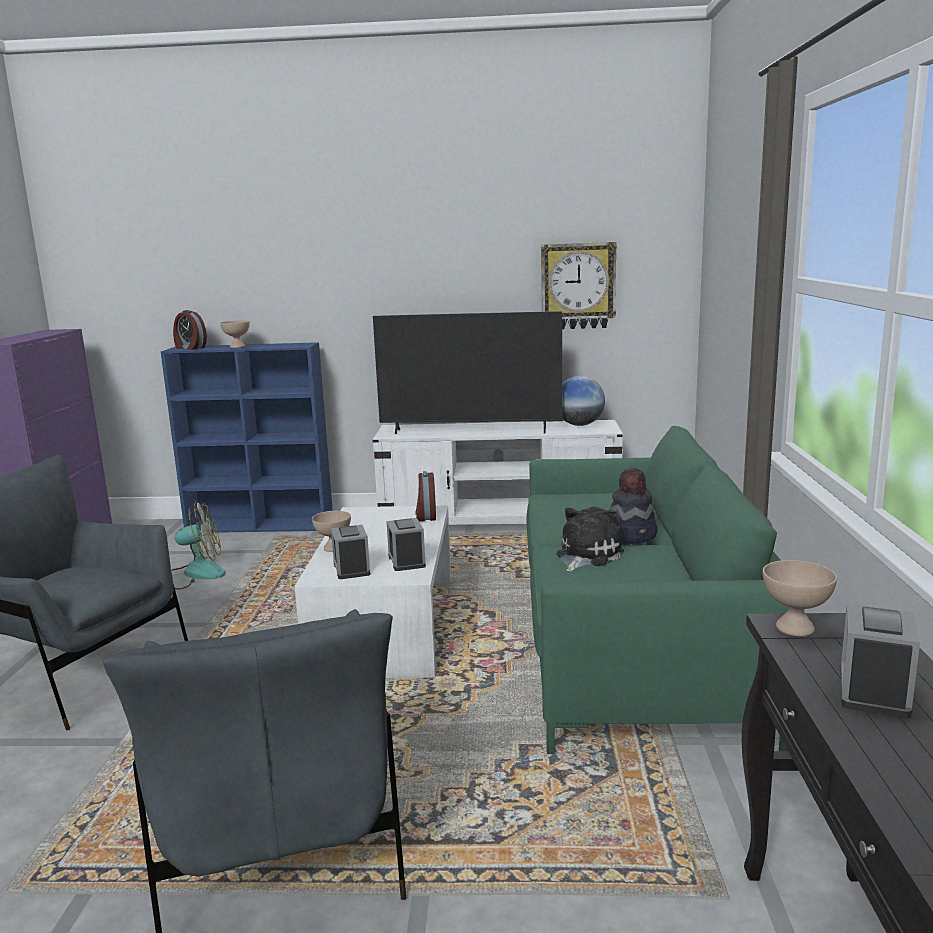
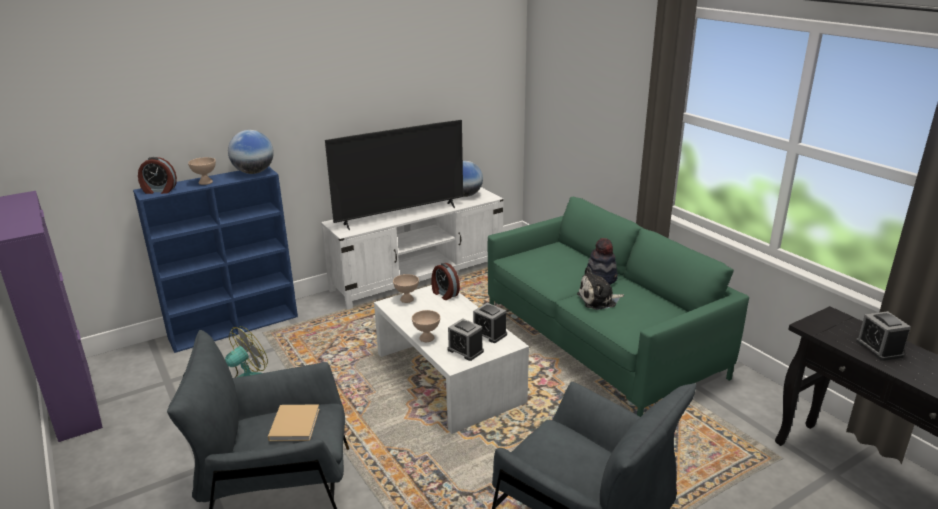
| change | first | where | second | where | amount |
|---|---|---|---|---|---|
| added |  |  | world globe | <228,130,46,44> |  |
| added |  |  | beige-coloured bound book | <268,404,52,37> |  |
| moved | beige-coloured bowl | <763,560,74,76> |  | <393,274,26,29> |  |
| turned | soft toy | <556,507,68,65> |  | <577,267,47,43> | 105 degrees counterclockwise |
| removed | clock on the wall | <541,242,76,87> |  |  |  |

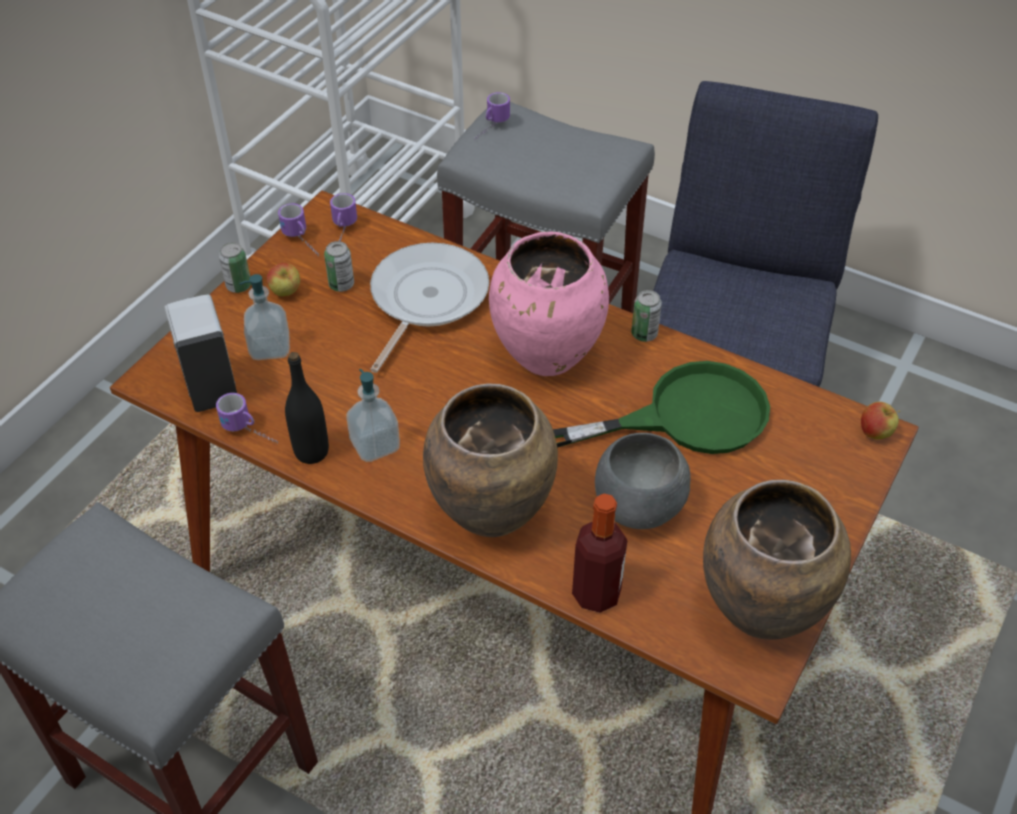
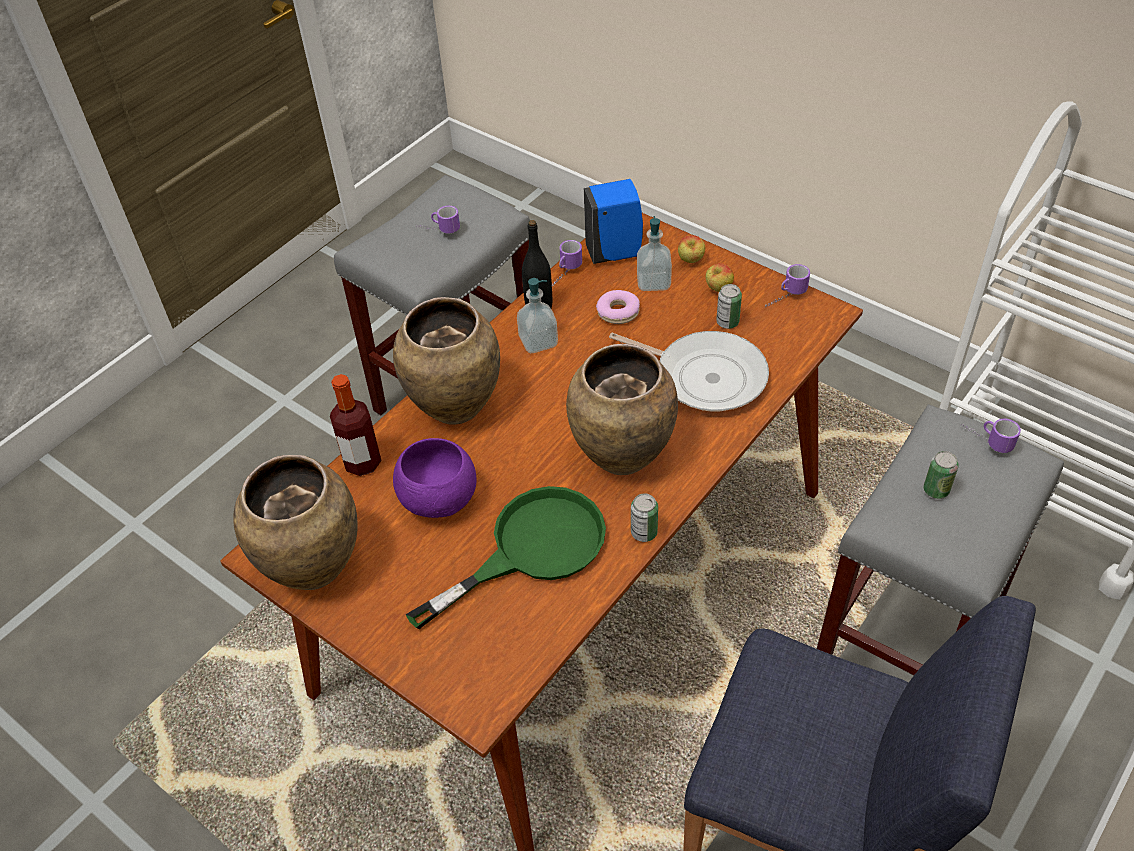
| change | first | where | second | where | amount |
|---|---|---|---|---|---|
| recoloured | grey bowl | <595,433,96,96> | purple bowl | <393,438,84,80> |  |
| turned | green skillet | <553,361,217,93> |  | <405,486,201,143> | 120 degrees counterclockwise |
| moved | tea mug | <330,193,27,48> |  | <416,206,44,28> |  |
| recoloured | pink flower vase | <489,231,120,145> | brown-coloured flower vase | <566,344,112,131> |  |
| recoloured | whitish soap bottle | <164,294,73,118> | blue soap bottle | <584,179,59,85> |  |
| added |  |  | ring doughnut | <596,290,44,34> |  |
| moved | apple | <861,402,39,38> |  | <678,235,27,28> |  |
| moved | can | <219,242,32,51> |  | <923,451,36,48> |  |

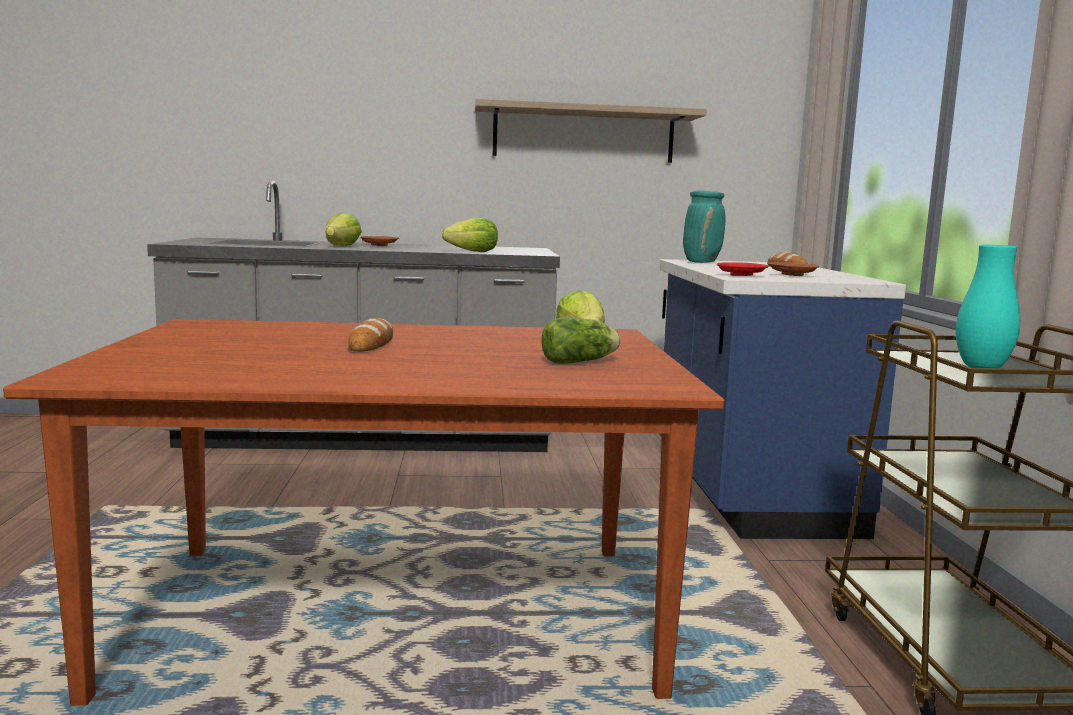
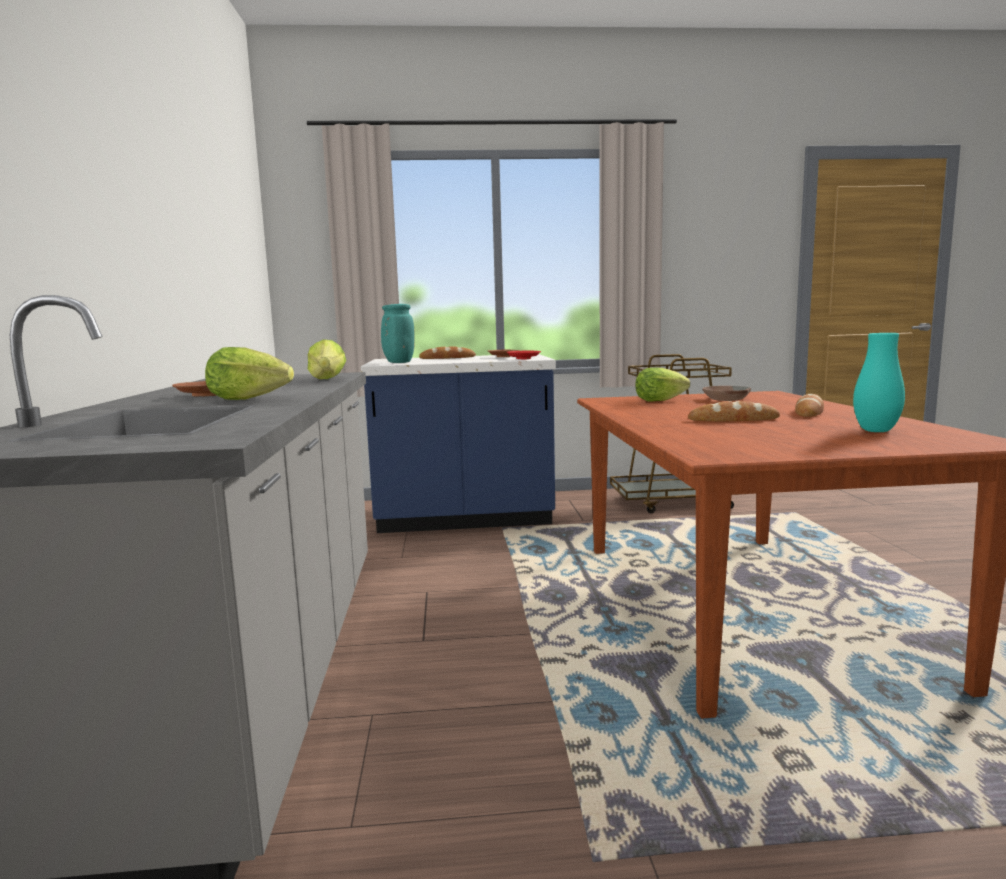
| change | first | where | second | where | amount |
|---|---|---|---|---|---|
| replaced | head of lettuce | <542,318,79,46> | brown-coloured bowl | <702,386,49,15> |  |
| added |  |  | baked bread | <795,394,29,23> |  |
| moved | turquoise flower vase | <956,244,64,124> |  | <853,333,52,99> |  |
| removed | wall shelf | <475,99,232,64> |  |  |  |

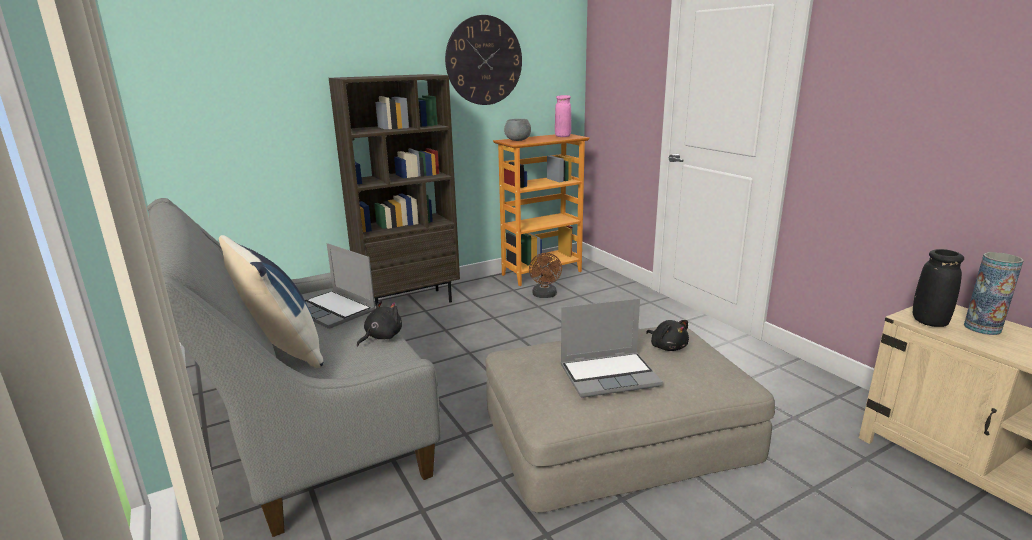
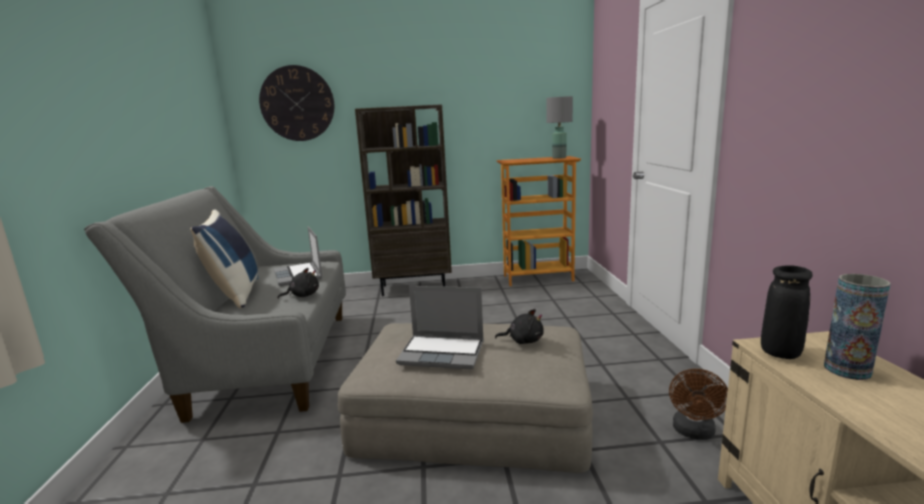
| change | first | where | second | where | amount |
|---|---|---|---|---|---|
| moved | clock on the wall | <445,15,77,90> |  | <259,65,75,76> |  |
| turned | blackish soft toy | <646,320,43,31> |  | <495,309,49,35> | 75 degrees counterclockwise |
| replaced | pink flower vase | <555,95,16,42> | grey lamp for a table | <546,96,27,63> |  |
| moved | brown-coloured fan | <529,253,33,45> |  | <669,369,59,71> |  |
| removed | grey bowl | <504,119,27,22> |  |  |  |

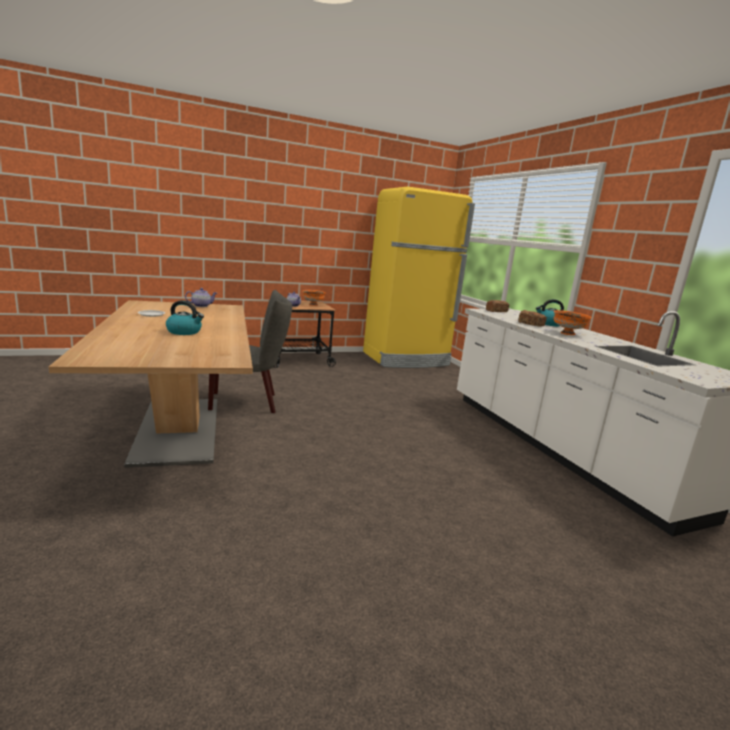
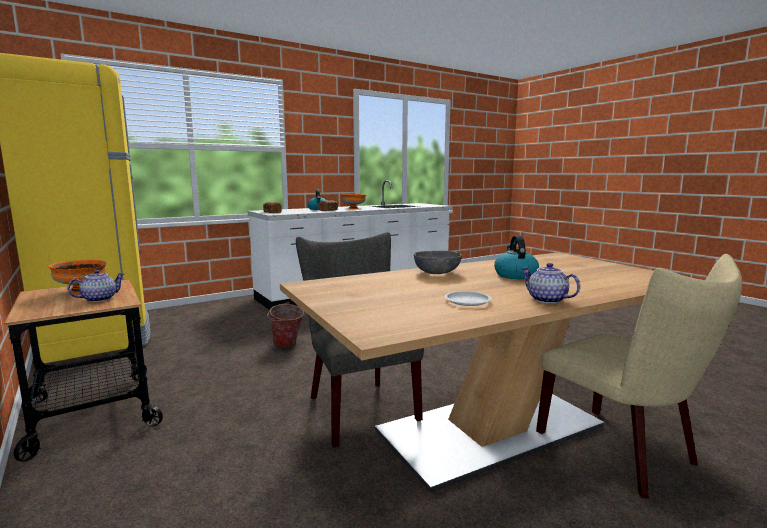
| change | first | where | second | where | amount |
|---|---|---|---|---|---|
| added |  |  | pail | <267,302,37,45> |  |
| added |  |  | grey bowl | <414,251,48,23> |  |
| moved | tea pot | <185,288,32,19> |  | <521,263,59,41> |  |
| added |  |  | beige-coloured upright chair | <536,254,206,244> |  |

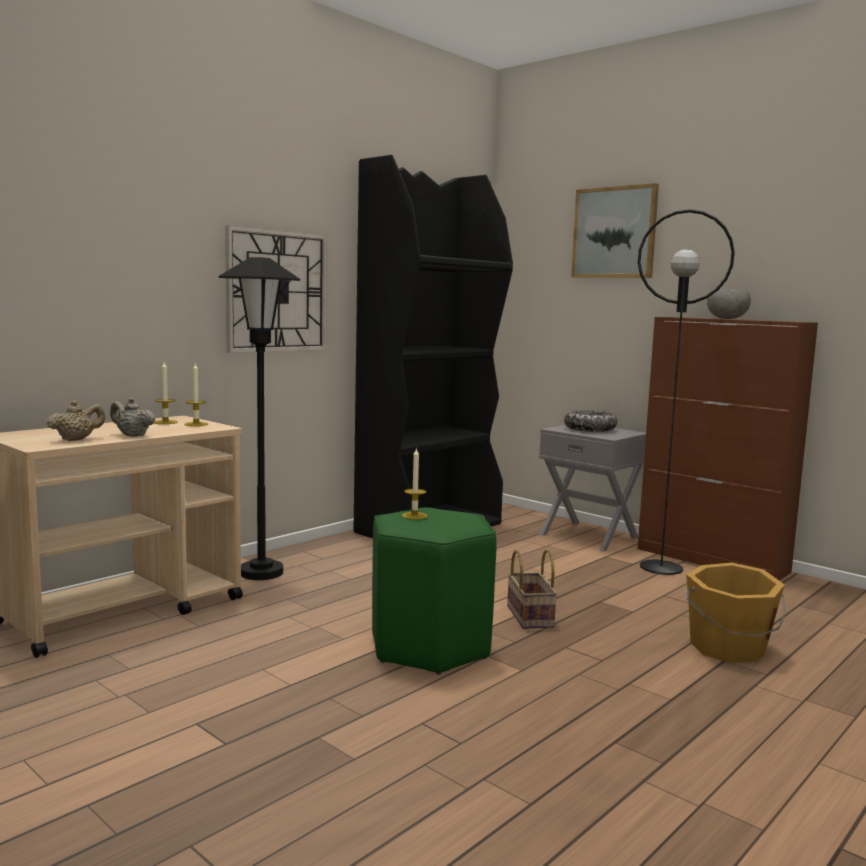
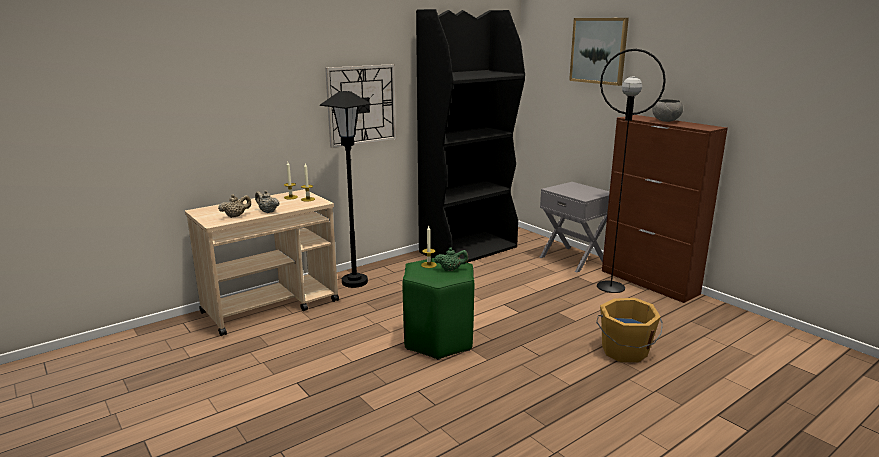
| change | first | where | second | where | amount |
|---|---|---|---|---|---|
| added |  |  | green tea pot | <434,247,34,24> |  |
| removed | household basket | <507,549,51,80> |  |  |  |
| removed | bowl | <564,410,53,22> |  |  |  |

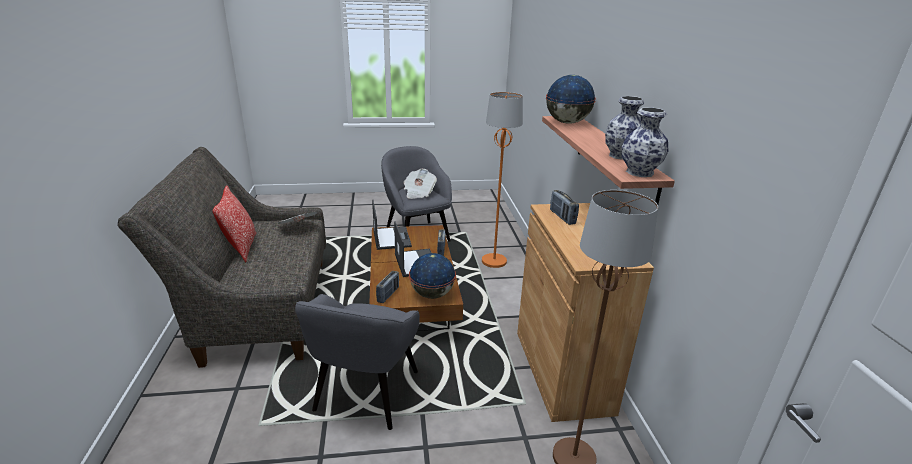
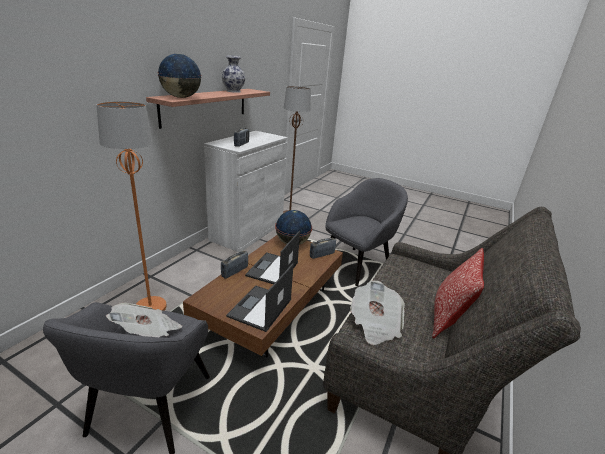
| change | first | where | second | where | amount |
|---|---|---|---|---|---|
| recoloured | brown-coloured cupboard | <517,203,137,219> | whitish cupboard | <204,131,84,121> |  |
| removed | flower vase | <622,107,47,70> |  |  |  |

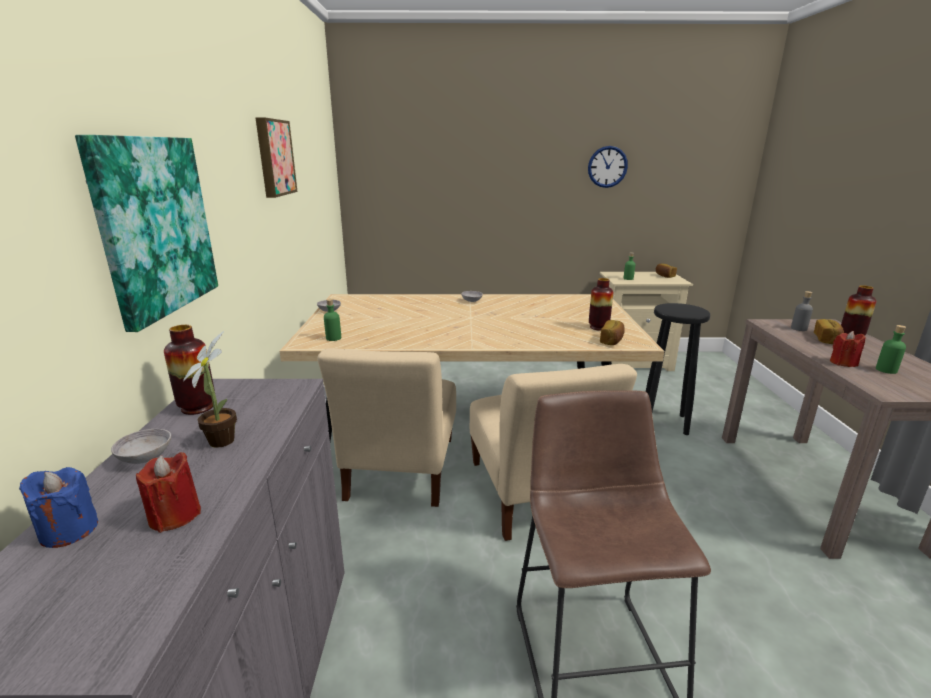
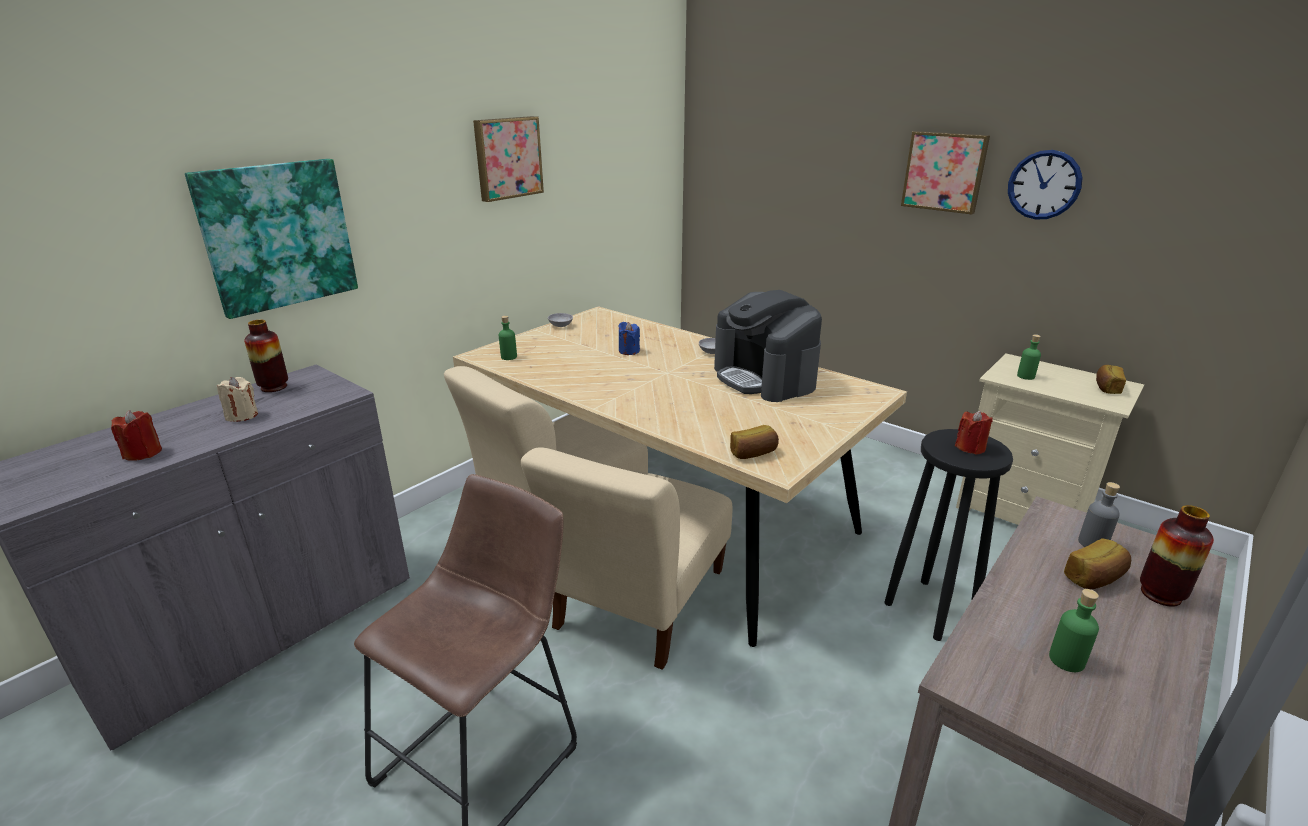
| change | first | where | second | where | amount |
|---|---|---|---|---|---|
| replaced | houseplant | <183,331,54,117> | beige-coloured wax candle | <217,377,41,45> |  |
| moved | blue wax candle | <19,467,79,81> |  | <618,322,22,33> |  |
| added |  |  | coffee maker | <714,290,108,112> |  |
| added |  |  | picture | <901,131,89,84> |  |
| moved | red-coloured wax candle | <830,331,36,36> |  | <955,411,38,44> |  |
| removed | grey bowl | <111,429,60,35> |  |  |  |
| removed | flower vase | <589,278,24,53> |  |  |  |

